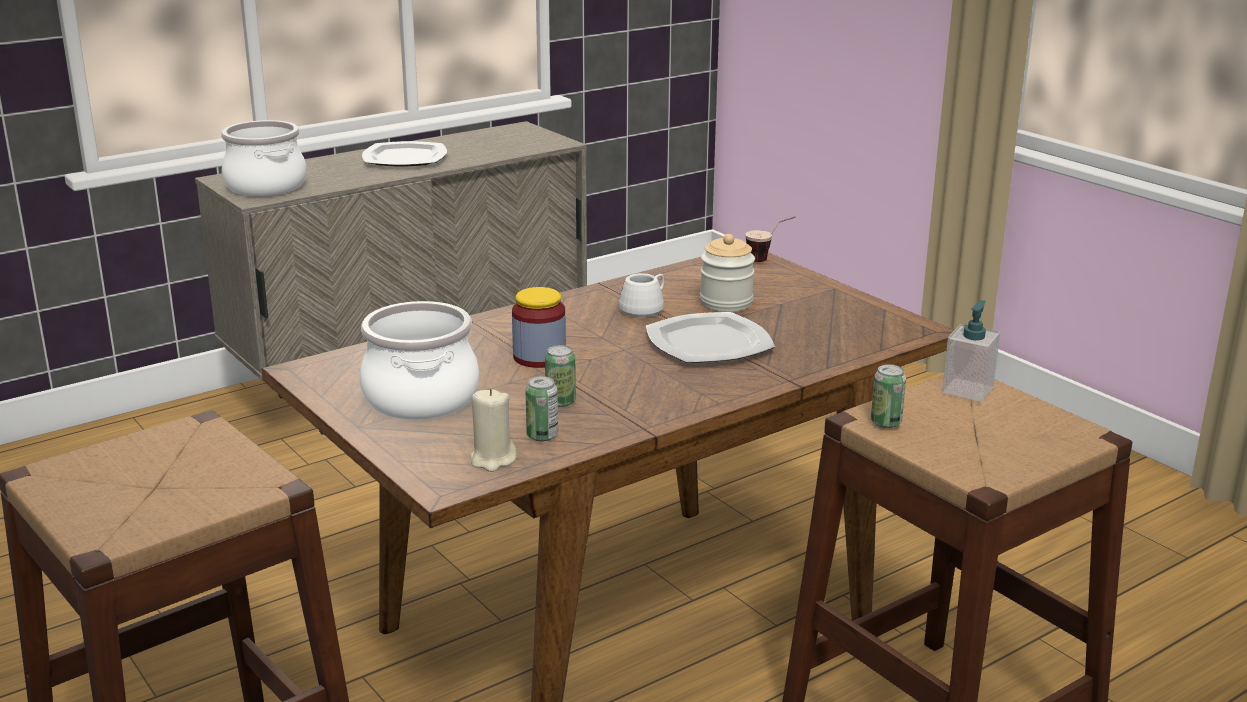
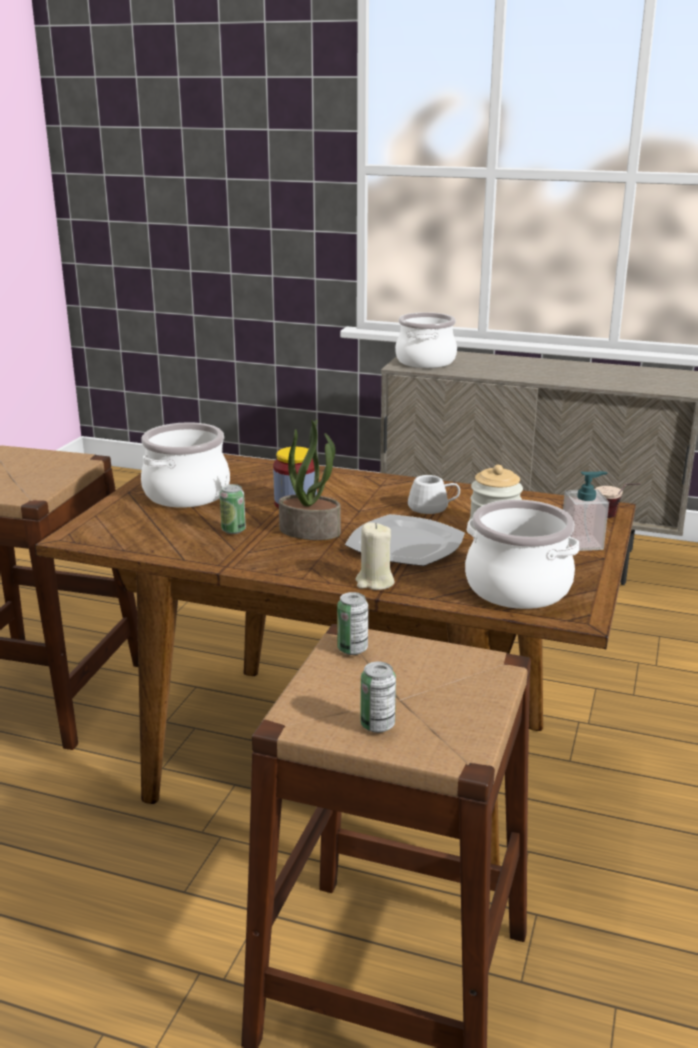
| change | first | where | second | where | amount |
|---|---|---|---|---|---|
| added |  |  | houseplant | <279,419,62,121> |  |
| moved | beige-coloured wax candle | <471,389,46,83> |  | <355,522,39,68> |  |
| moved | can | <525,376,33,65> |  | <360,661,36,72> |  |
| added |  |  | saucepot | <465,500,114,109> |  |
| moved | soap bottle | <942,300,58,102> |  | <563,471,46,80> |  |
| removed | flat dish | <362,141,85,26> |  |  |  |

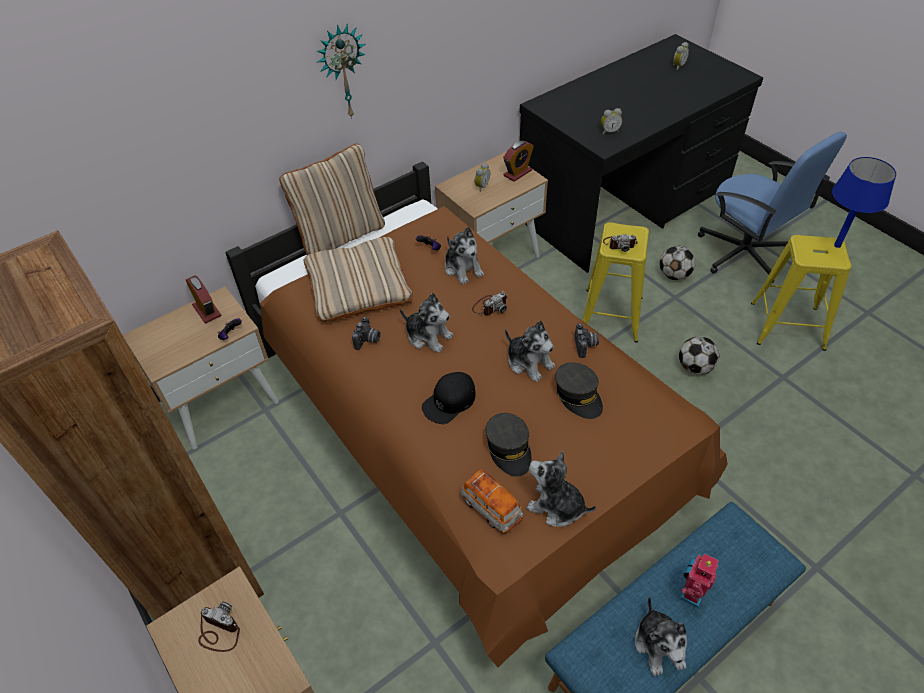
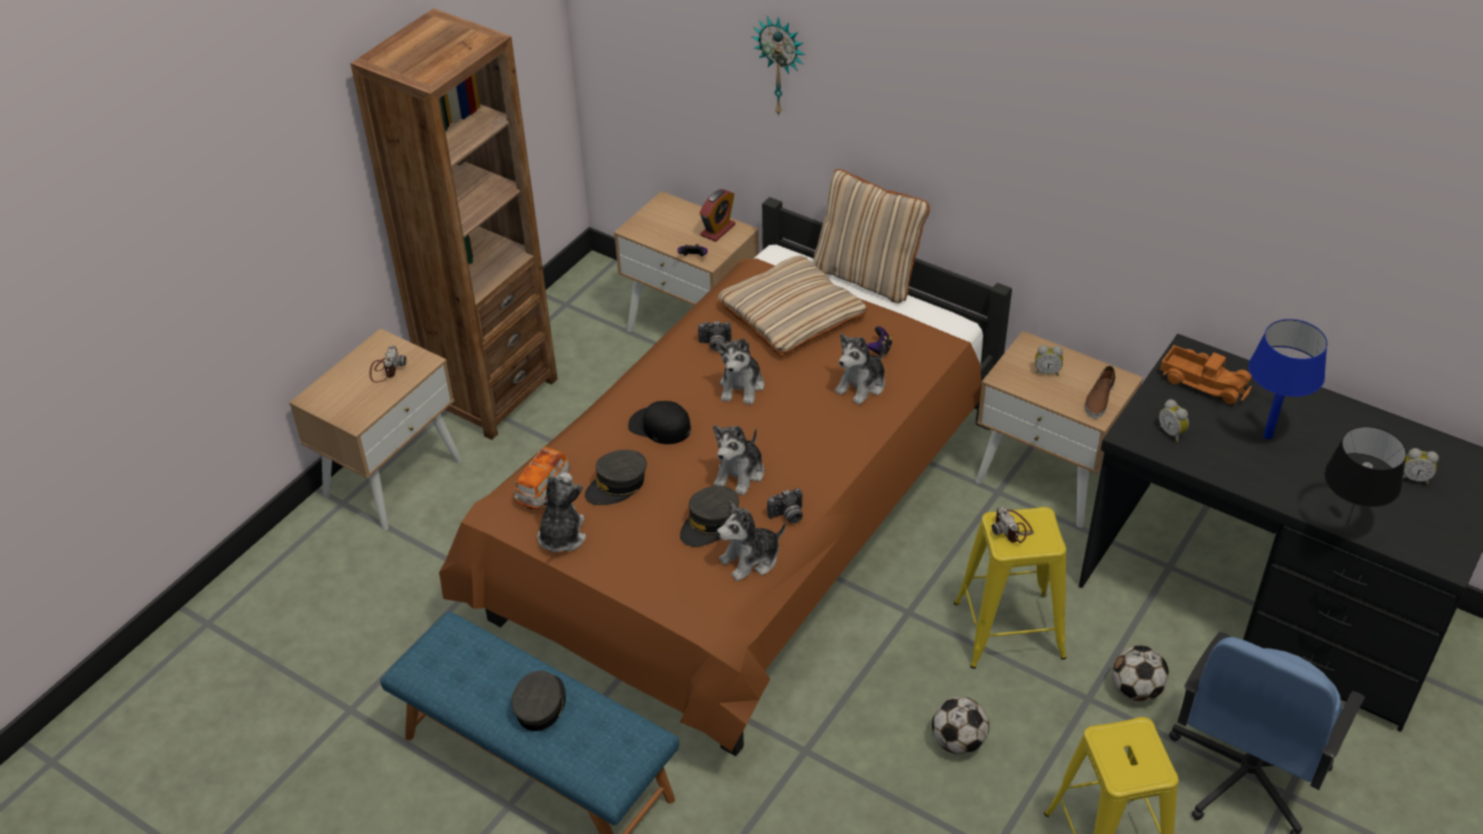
| change | first | where | second | where | amount |
|---|---|---|---|---|---|
| replaced | robot figure | <679,553,40,56> | grey baseball cap | <511,671,55,60> |  |
| moved | soft toy | <635,596,52,80> |  | <717,500,69,81> |  |
| moved | clock on the wall | <317,23,48,96> |  | <752,16,53,101> |  |
| replaced | alarm clock | <503,141,31,41> | brown-coloured shoe | <1085,366,30,52> |  |
| added |  |  | toy truck | <1160,345,92,59> |  |
| moved | blue lamp for a table | <832,157,64,91> |  | <1249,319,78,120> |  |
| added |  |  | blackish lamp for a table | <1324,426,83,99> |  |
| removed | still camera | <472,292,35,24> |  |  |  |

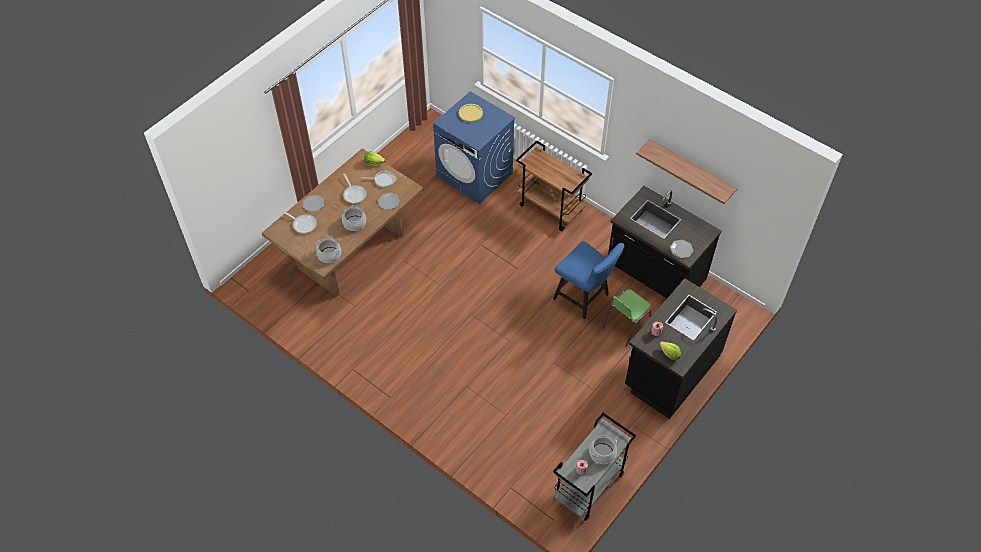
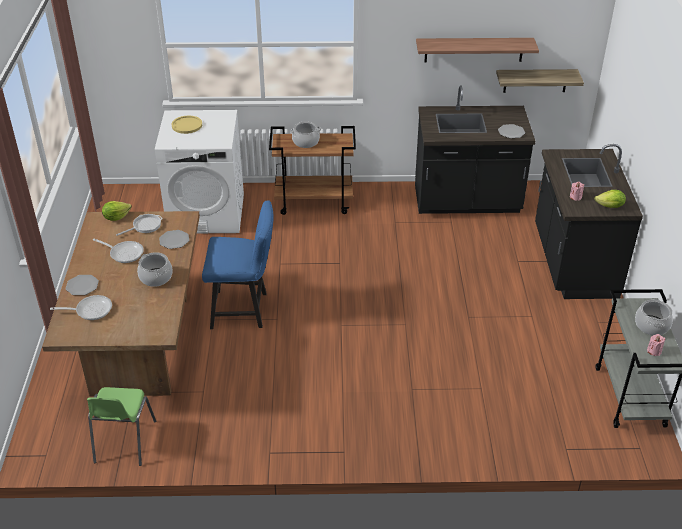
| change | first | where | second | where | amount |
|---|---|---|---|---|---|
| moved | green upright chair | <602,289,49,58> |  | <87,387,69,79> |  |
| recoloured | blue laundry machine | <433,91,82,113> | whitish laundry machine | <155,110,89,123> |  |
| moved | blue upright chair | <553,241,72,78> |  | <202,200,72,129> |  |
| moved | saucepot | <316,238,25,25> |  | <290,121,31,27> |  |
| added |  |  | wall shelf | <496,69,88,24> |  |

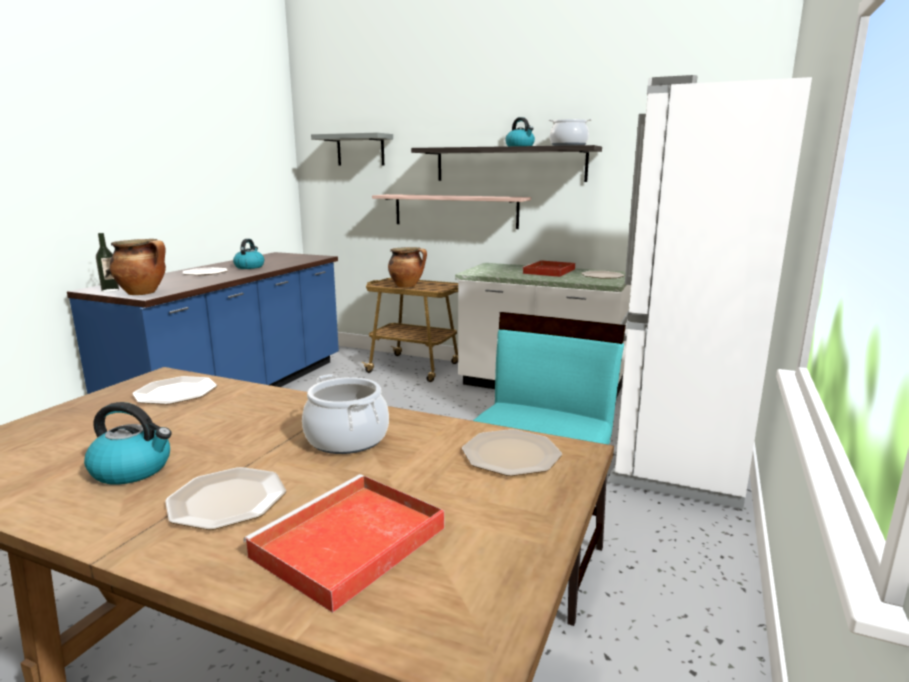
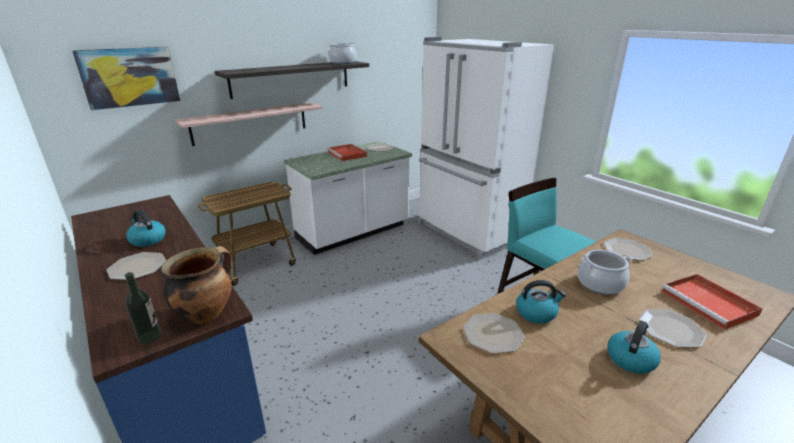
| change | first | where | second | where | amount |
|---|---|---|---|---|---|
| replaced | grey wall shelf | <311,133,82,33> | picture | <72,47,108,63> |  |
| moved | kettle | <505,117,30,29> |  | <516,280,50,44> |  |
| removed | saucepot | <388,247,39,41> |  |  |  |

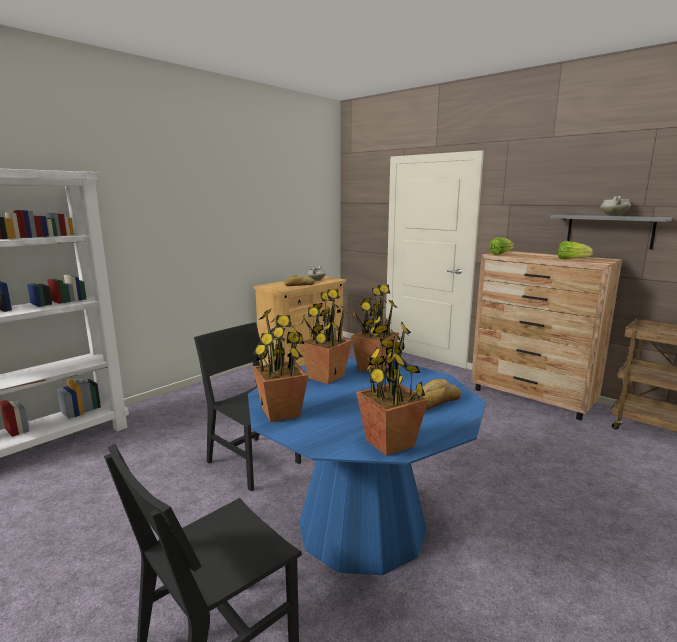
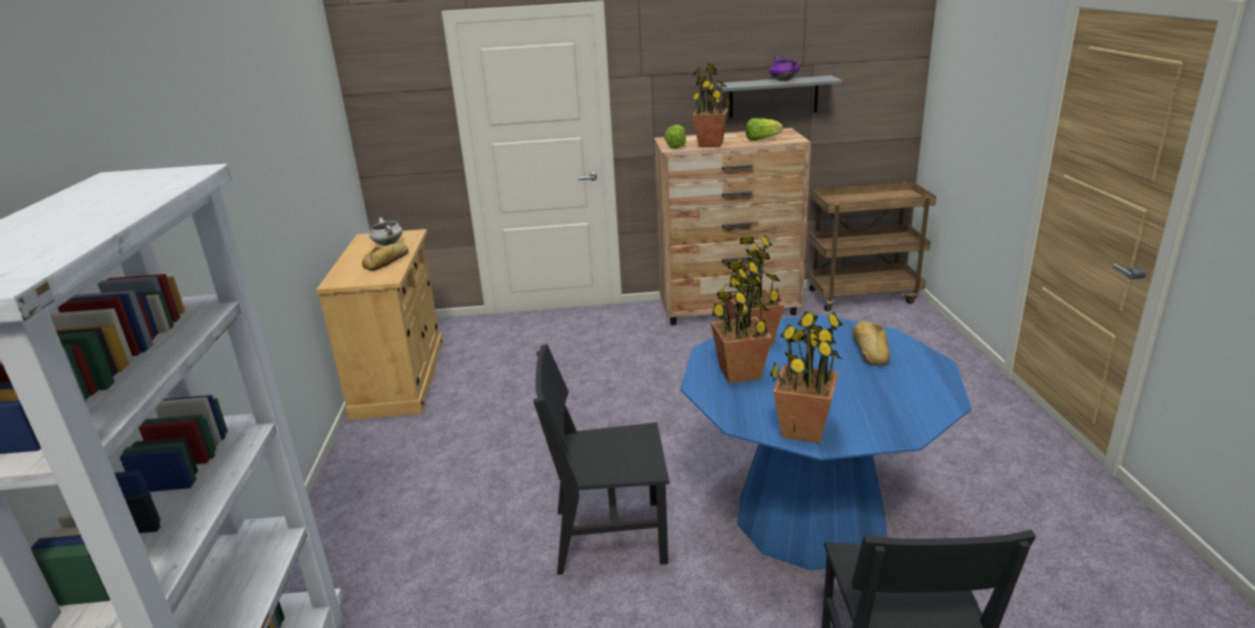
| change | first | where | second | where | amount |
|---|---|---|---|---|---|
| moved | houseplant | <356,322,72,134> |  | <691,63,40,84> |  |
| recoloured | whitish saucepot | <600,196,31,20> | purple saucepot | <769,56,31,25> |  |

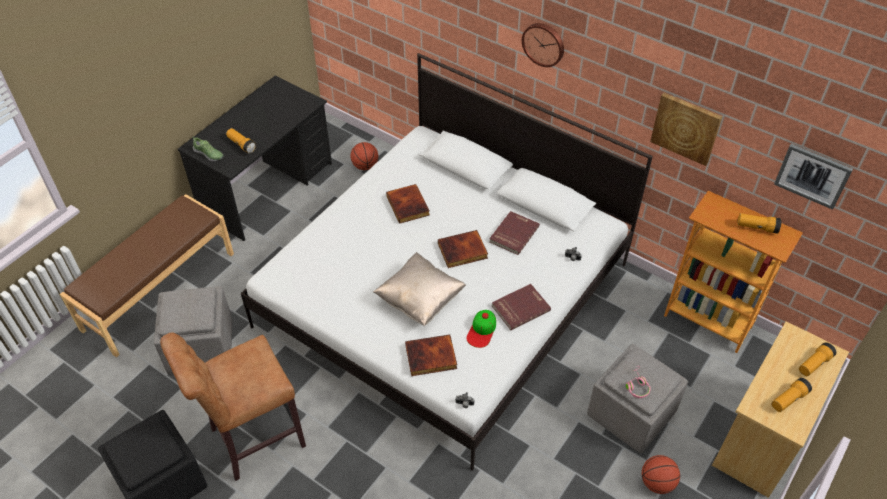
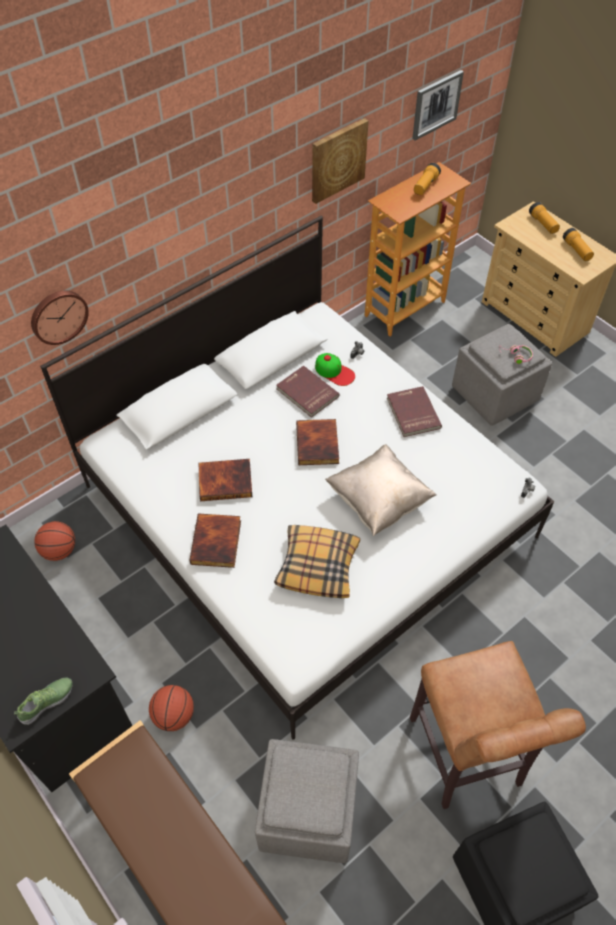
| change | first | where | second | where | amount |
|---|---|---|---|---|---|
| moved | clock on the wall | <522,23,42,44> |  | <31,291,58,54> |  |
| moved | basketball | <642,455,38,39> |  | <149,685,45,46> |  |
| moved | bound book | <405,335,52,41> |  | <190,514,51,54> |  |
| added |  |  | cushion | <274,525,86,73> |  |
| moved | baseball cap | <467,310,29,38> |  | <315,353,40,33> |  |
| removed | flashlight | <226,128,31,26> |  |  |  |

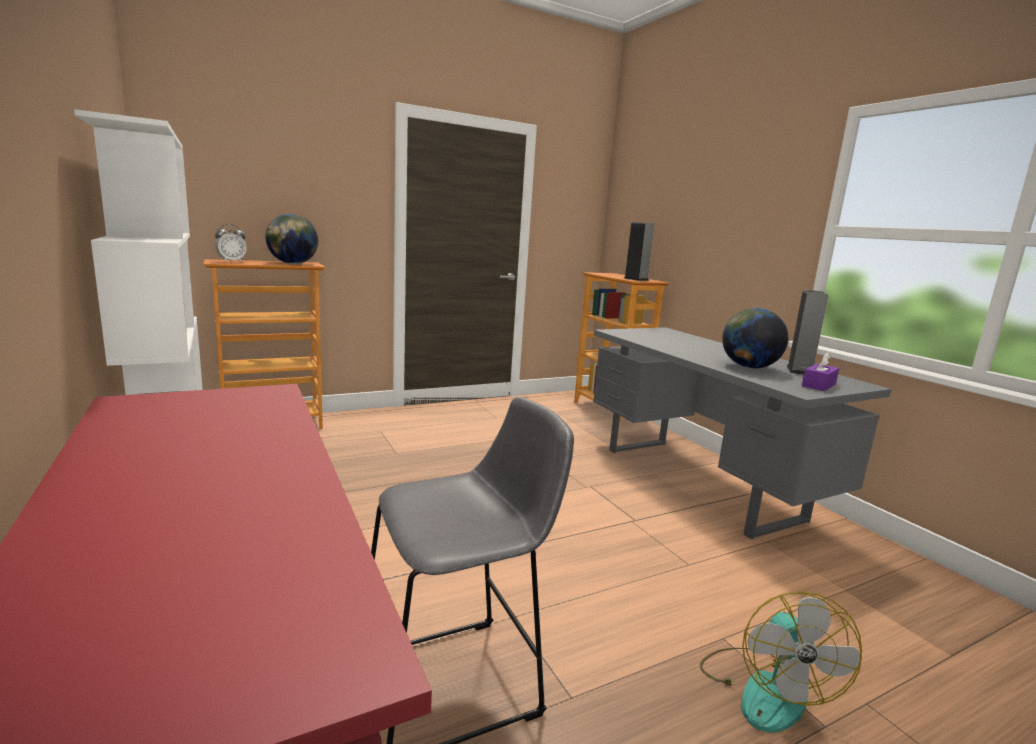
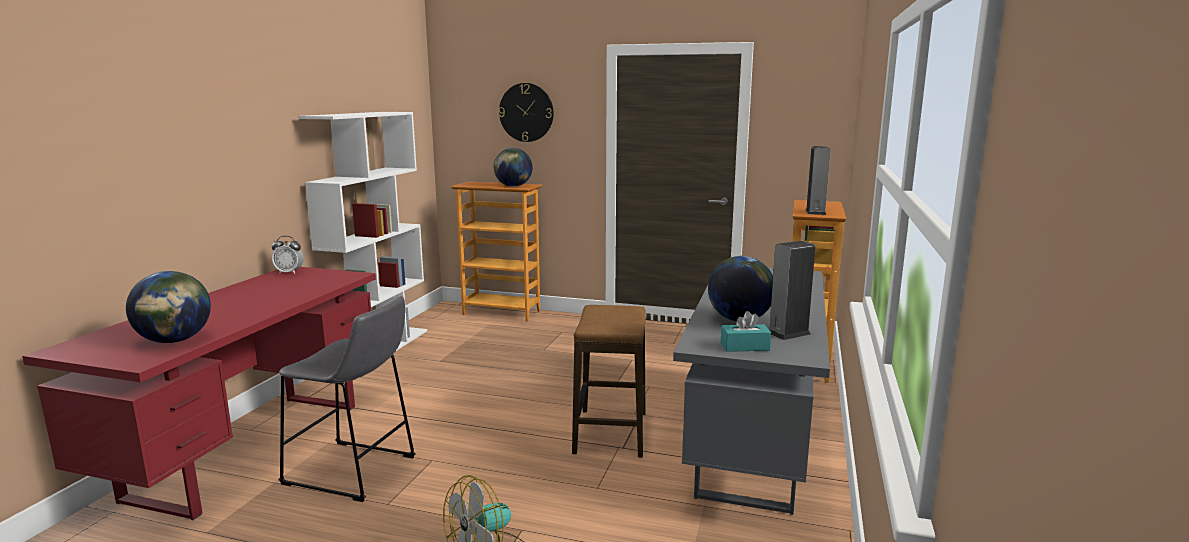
| change | first | where | second | where | amount |
|---|---|---|---|---|---|
| added |  |  | world globe | <126,271,85,72> |  |
| moved | alarm clock | <215,224,32,38> |  | <272,236,32,38> |  |
| added |  |  | clock on the wall | <499,83,55,59> |  |
| added |  |  | sitting stool | <572,305,74,153> |  |
| recoloured | purple tissue box | <802,352,37,39> | turquoise tissue box | <721,311,51,41> |  |

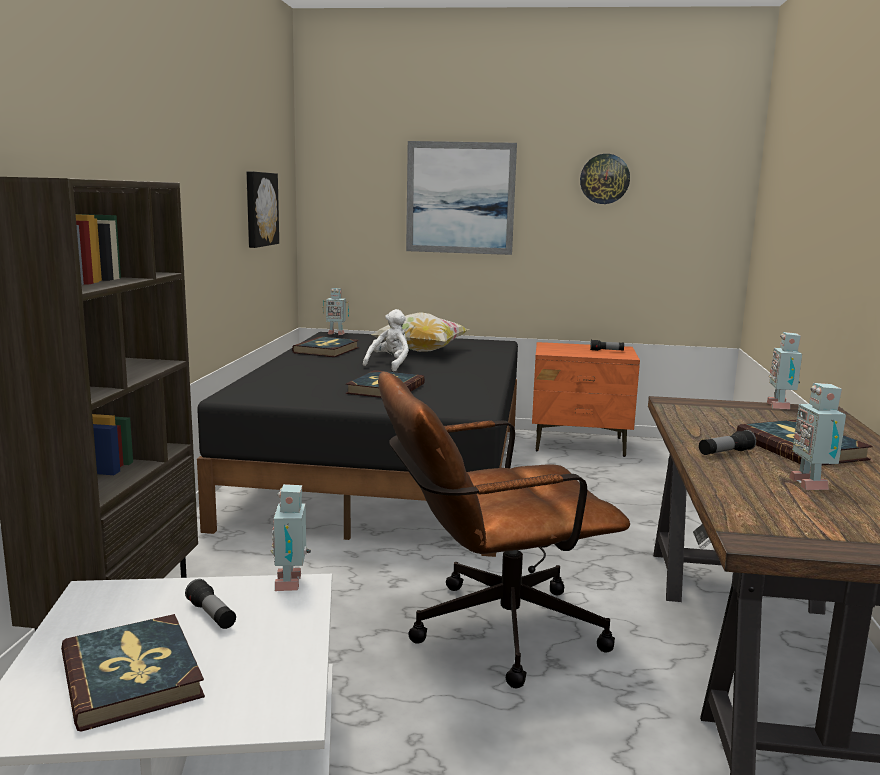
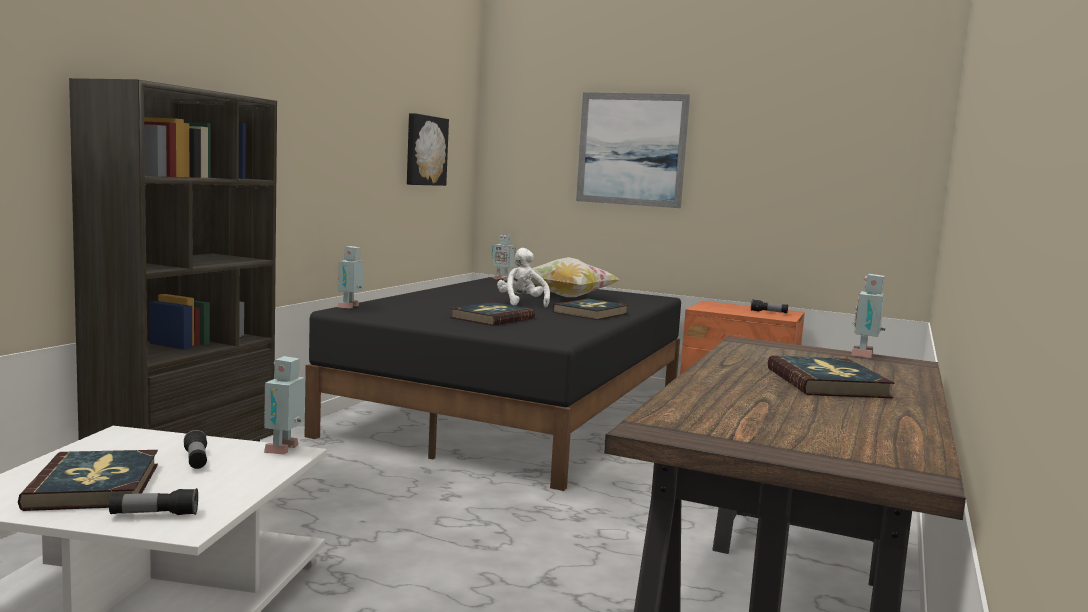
| change | first | where | second | where | amount |
|---|---|---|---|---|---|
| moved | flashlight | <699,430,57,25> |  | <109,488,89,27> |  |
| moved | robot figure | <789,383,57,107> |  | <337,246,27,62> |  |
| turned | whitish soft toy | <363,309,46,62> |  | <497,248,53,60> | 60 degrees counterclockwise |
| moved | bound book | <292,336,67,21> |  | <552,299,77,21> |  |
| removed | brown-coloured computer chair | <378,371,252,317> |  |  |  |
| removed | clock on the wall | <580,154,50,50> |  |  |  |

